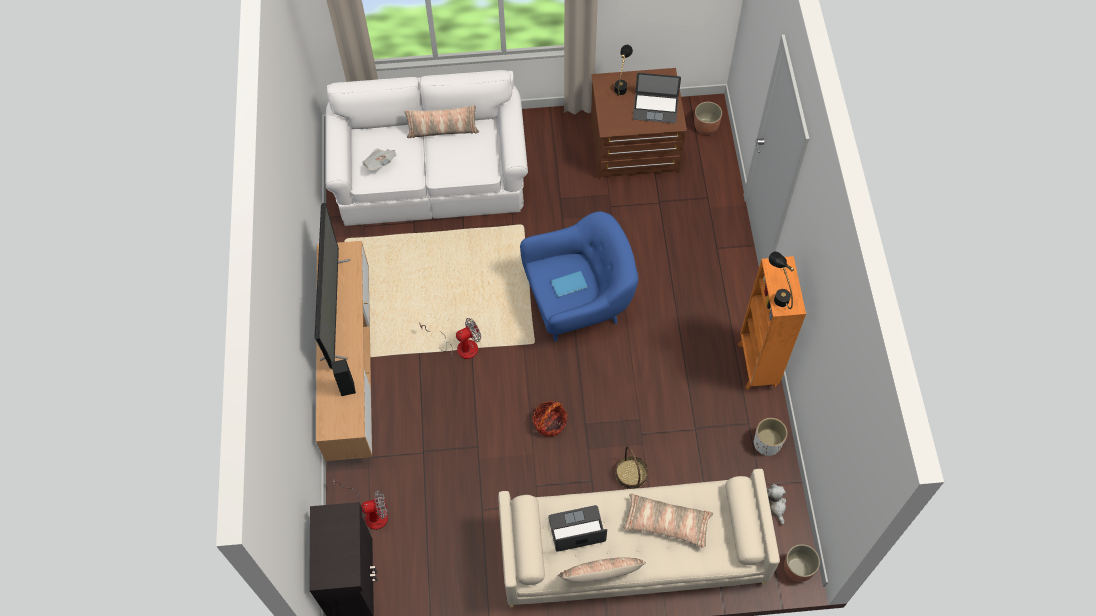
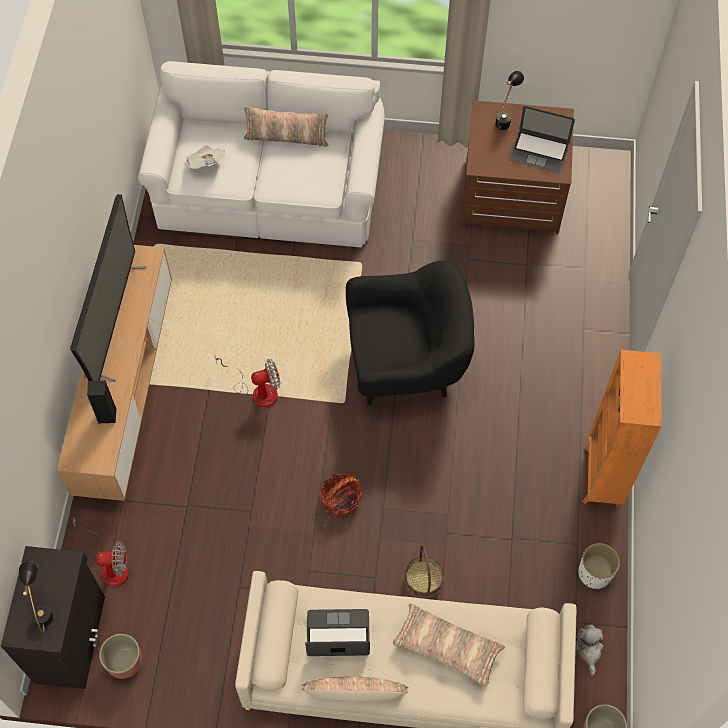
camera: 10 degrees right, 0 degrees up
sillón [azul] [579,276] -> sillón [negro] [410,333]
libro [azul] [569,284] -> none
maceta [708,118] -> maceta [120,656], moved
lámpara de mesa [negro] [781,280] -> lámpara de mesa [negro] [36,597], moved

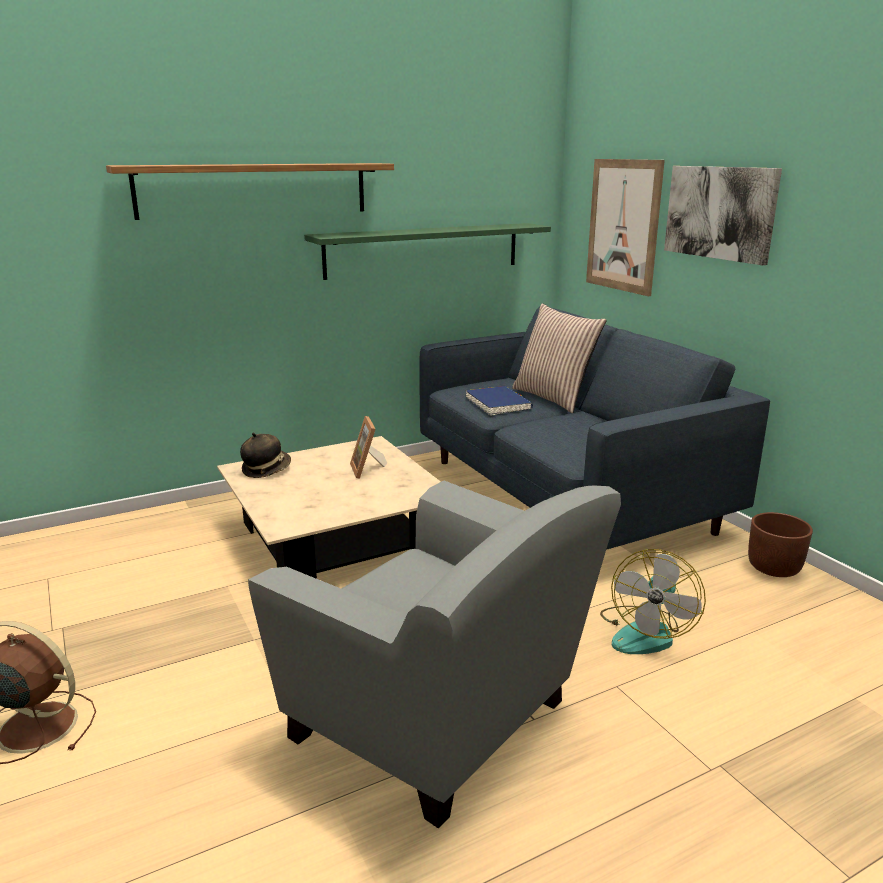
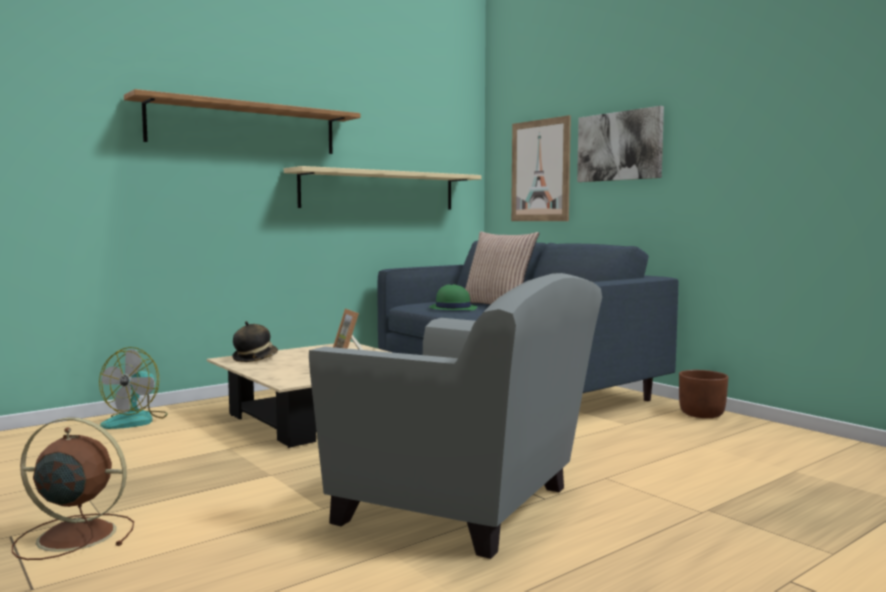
camera: 10 degrees left, 15 degrees down
estante [verde] [427,251] -> estante [beis] [382,188]
libro [azul] [499,401] -> sombrero [verde] [453,297]
ventilador [653,601] -> ventilador [133,388], moved

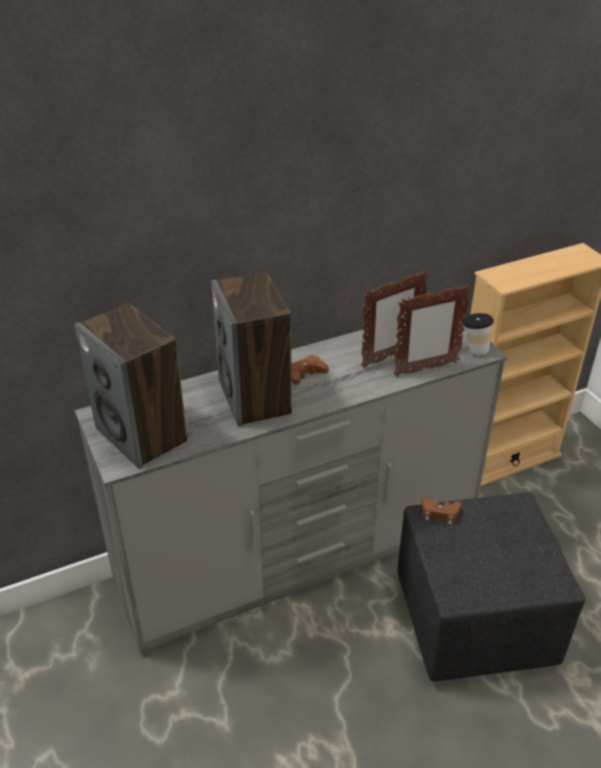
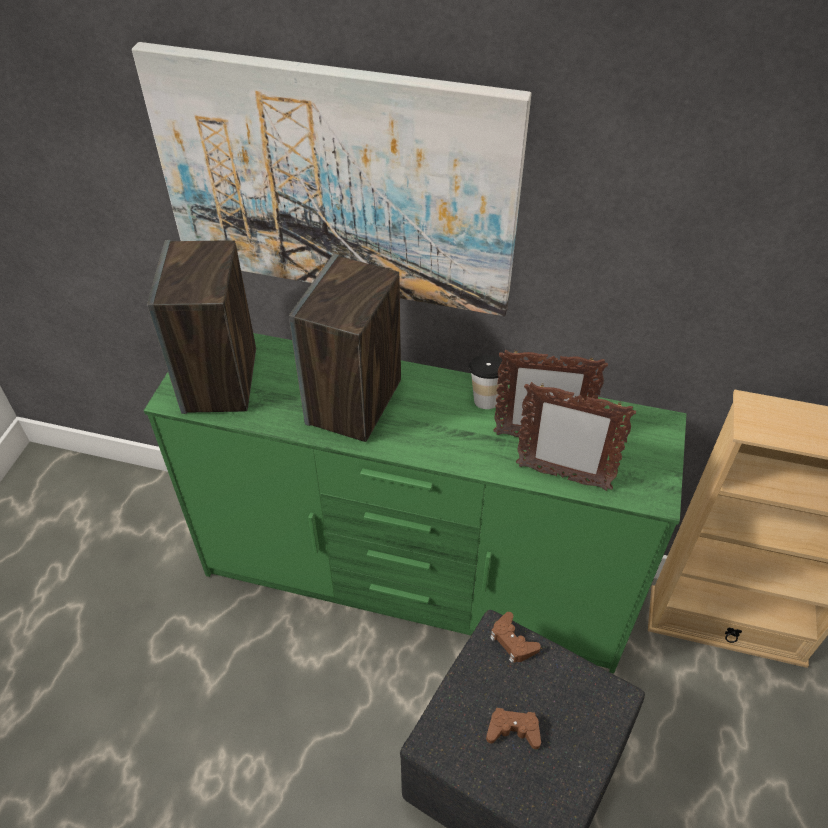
camera: 40 degrees right, 10 degrees up
cómoda [gris] [291,489] -> cómoda [verde] [415,503]
mando de consola [marrón] [310,370] -> mando de consola [marrón] [513,728], moved
taza [479,334] -> taza [488,382], moved
none -> cuadro [332,179]

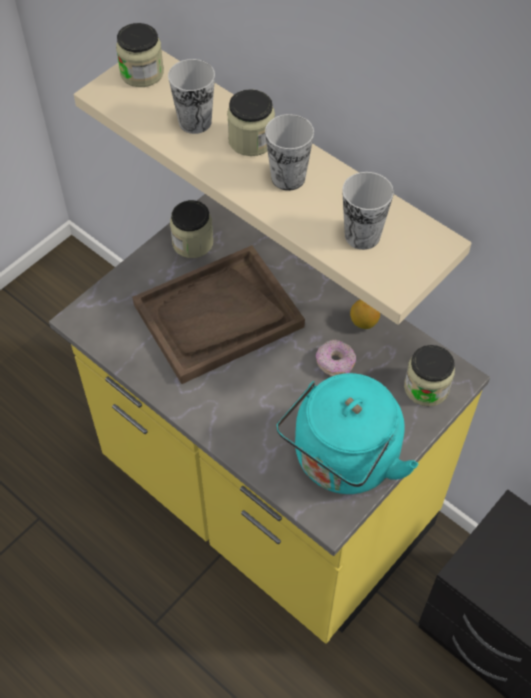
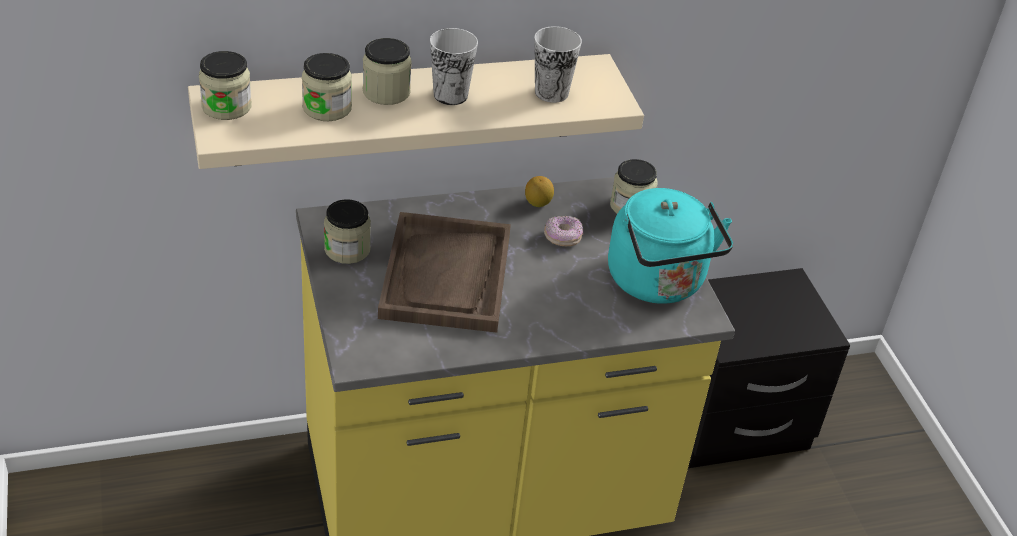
camera: 60 degrees left, 15 degrees down
taza [191,96] -> tarro [327,87]

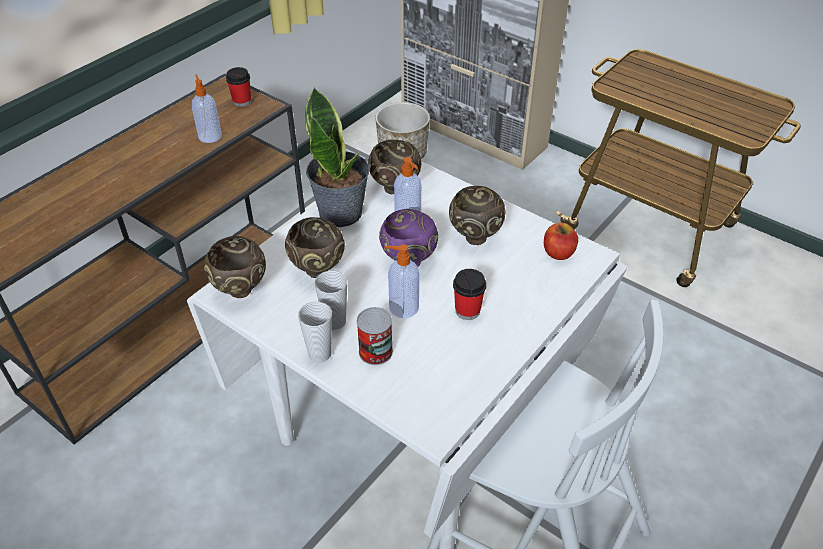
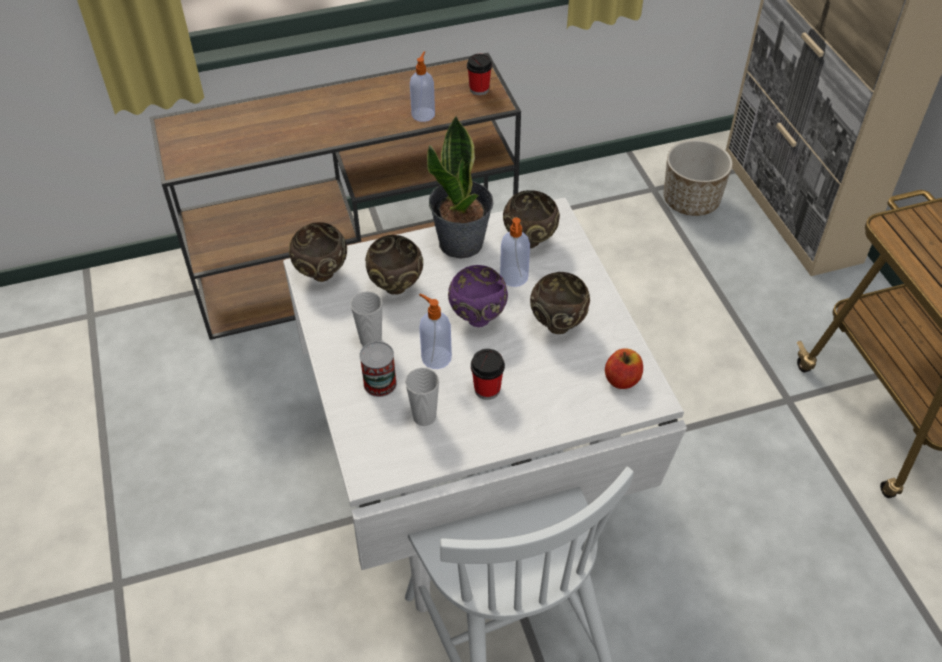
camera: 35 degrees right, 5 degrees up
taza [315,332] -> taza [422,397], moved

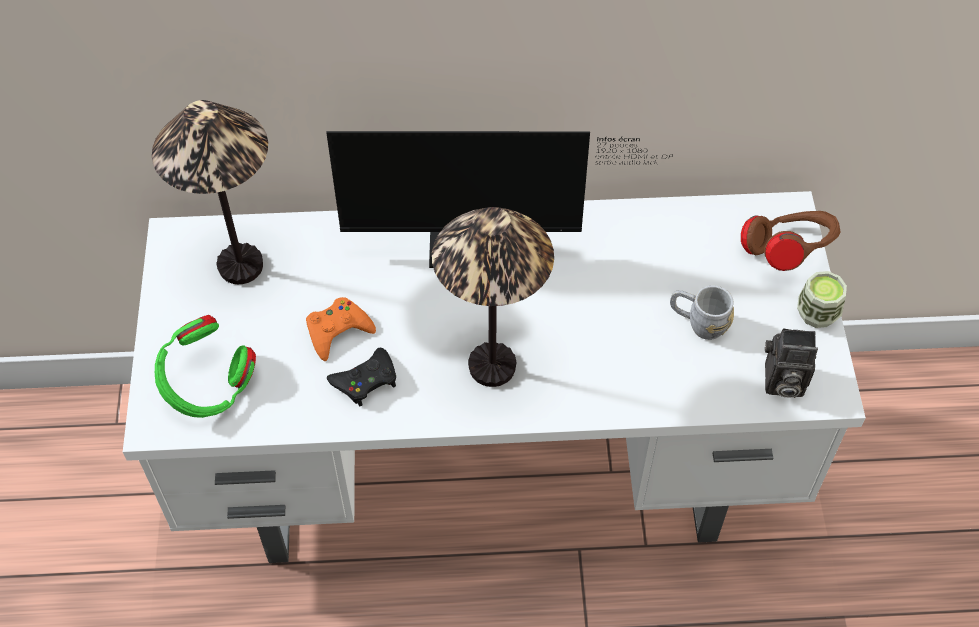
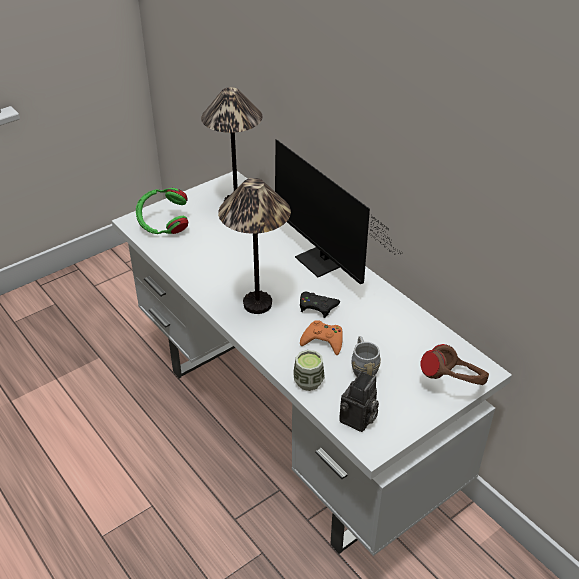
camera: 55 degrees right, 15 degrees down
mando de consola [naranja] [341,329] -> mando de consola [naranja] [321,337], moved
mando de consola [negro] [361,377] -> mando de consola [negro] [320,305], moved
cámara [791,363] -> cámara [359,401], 120 degrees counterclockwise
taza [822,299] -> taza [309,370], moved

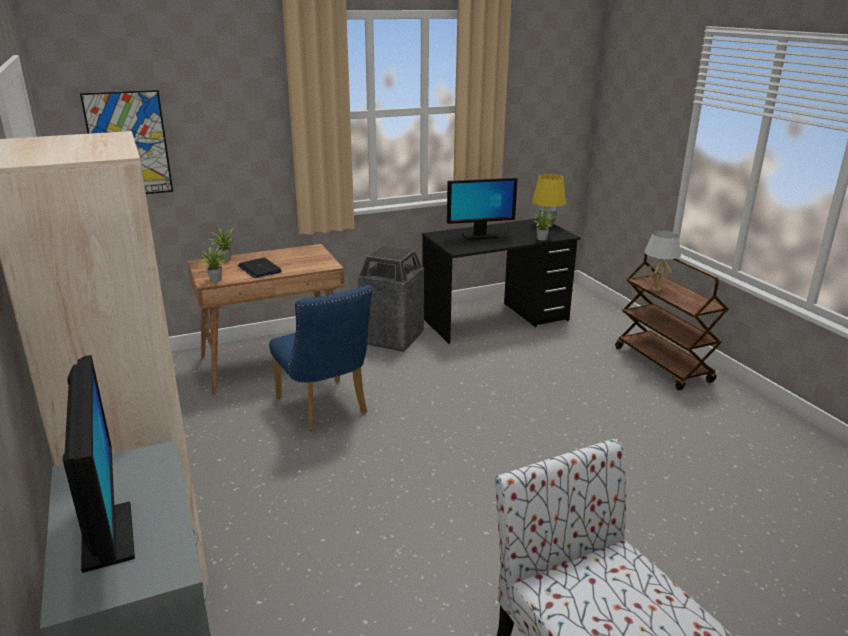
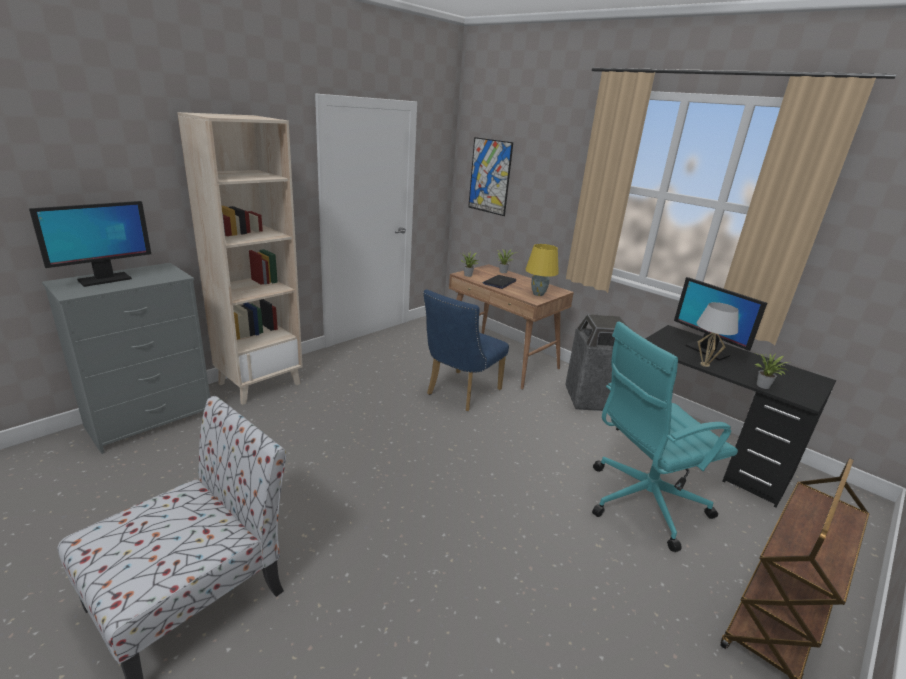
camera: 65 degrees right, 0 degrees up
lámpara de mesa [amarillo] [549,201] -> lámpara de mesa [amarillo] [542,270], moved
lámpara de mesa [blanco] [662,261] -> lámpara de mesa [blanco] [718,334], moved
none -> silla de oficina [turquesa] [665,436]

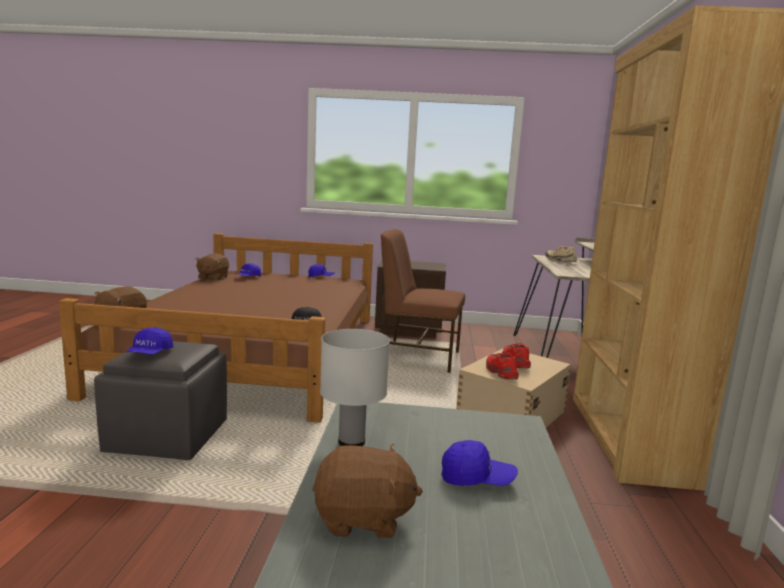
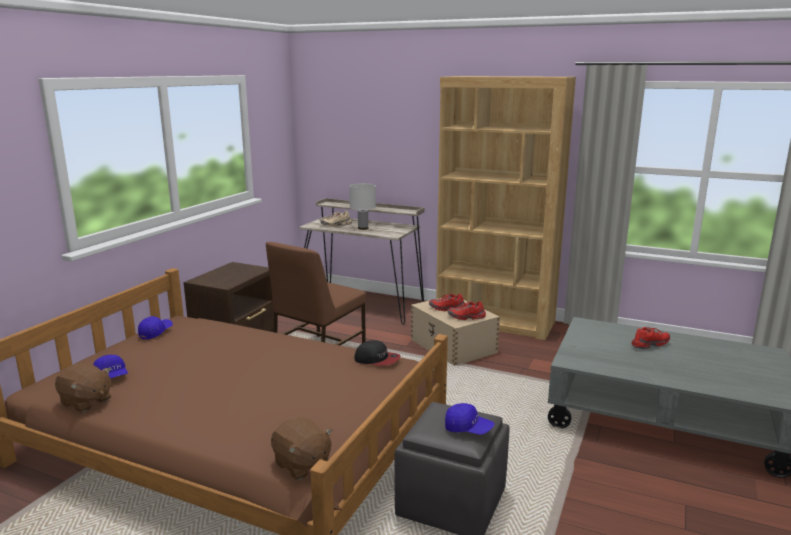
camera: 70 degrees left, 5 degrees up
peluche [marrón] [367,491] -> none
lámpara de mesa [blanco] [355,387] -> lámpara de mesa [blanco] [362,206], moved
gorra [azul] [479,463] -> zapato [rojo] [651,338]

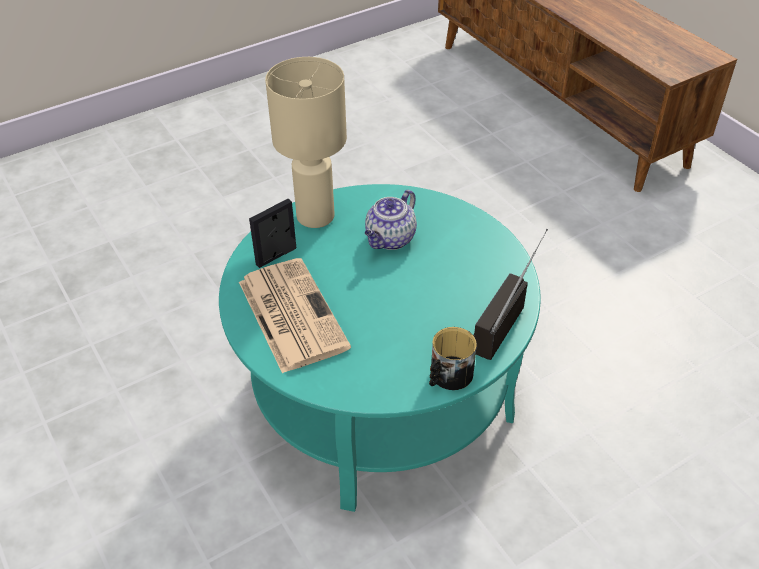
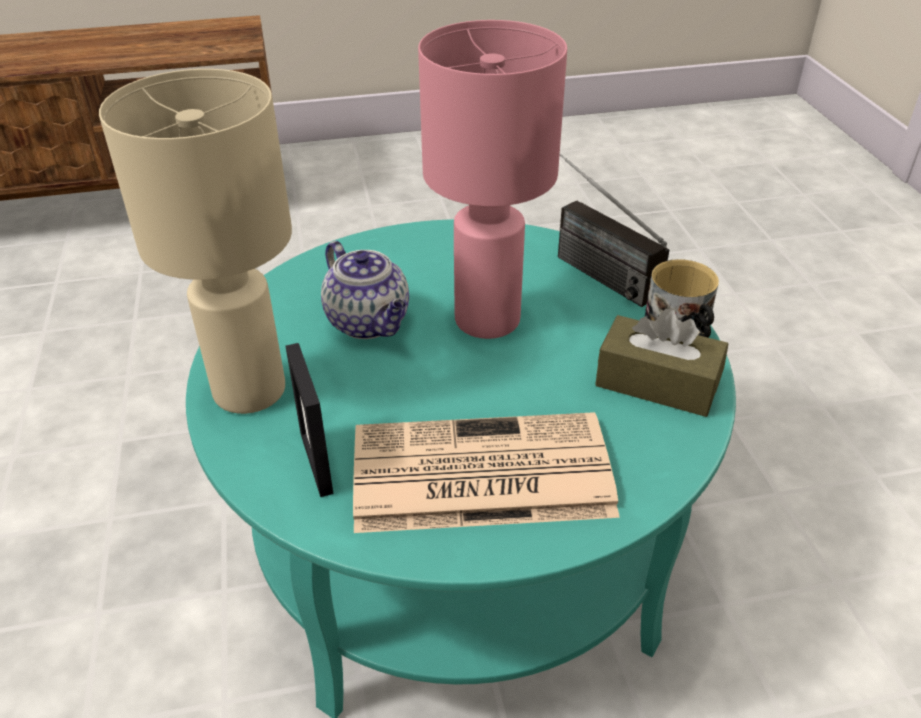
camera: 70 degrees left, 5 degrees down
none -> lámpara de mesa [rosa] [492,179]
none -> caja de pañuelos [marrón] [661,362]

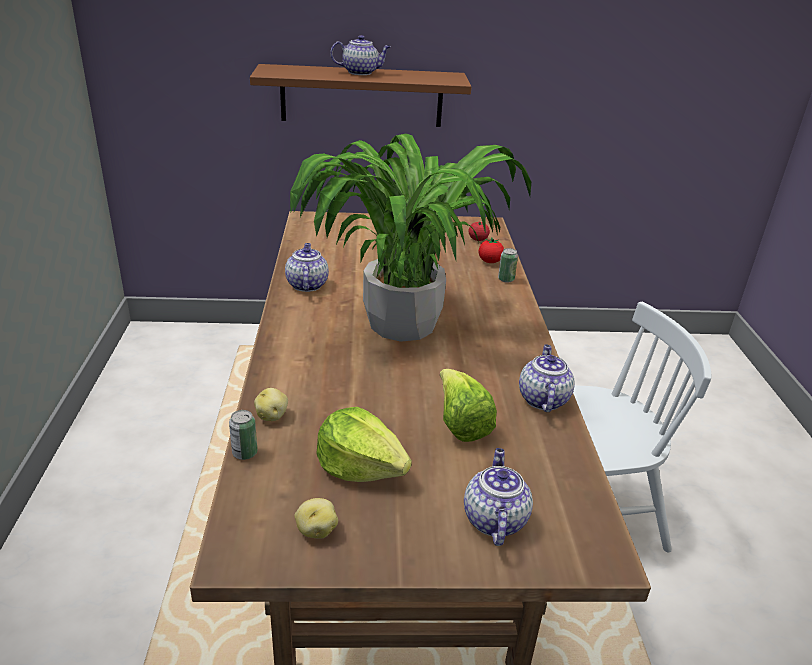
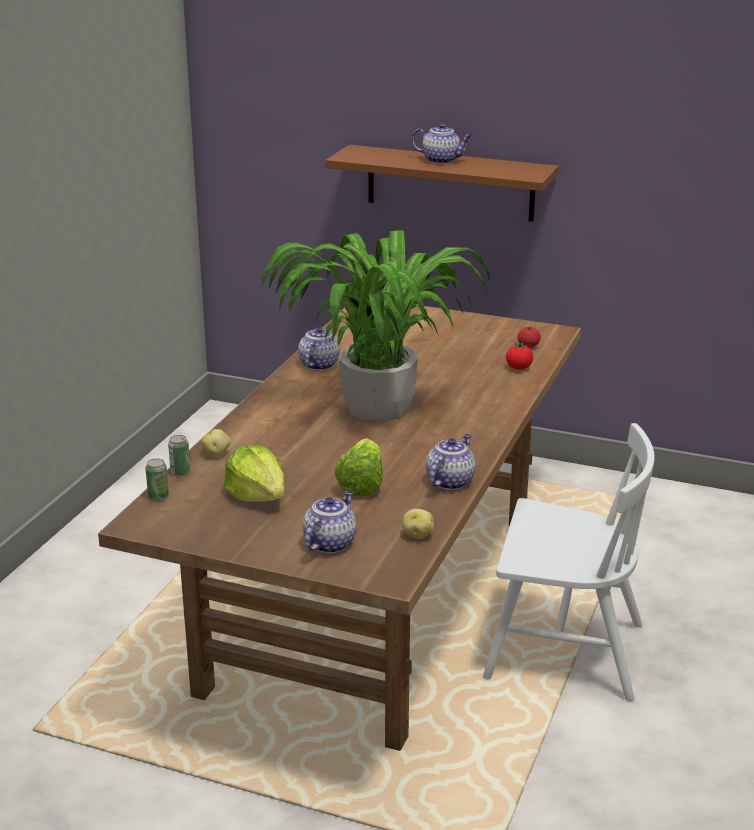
camera: 25 degrees right, 5 degrees down
patata [316,518] -> patata [418,524], moved
lata [508,265] -> lata [157,479], moved

